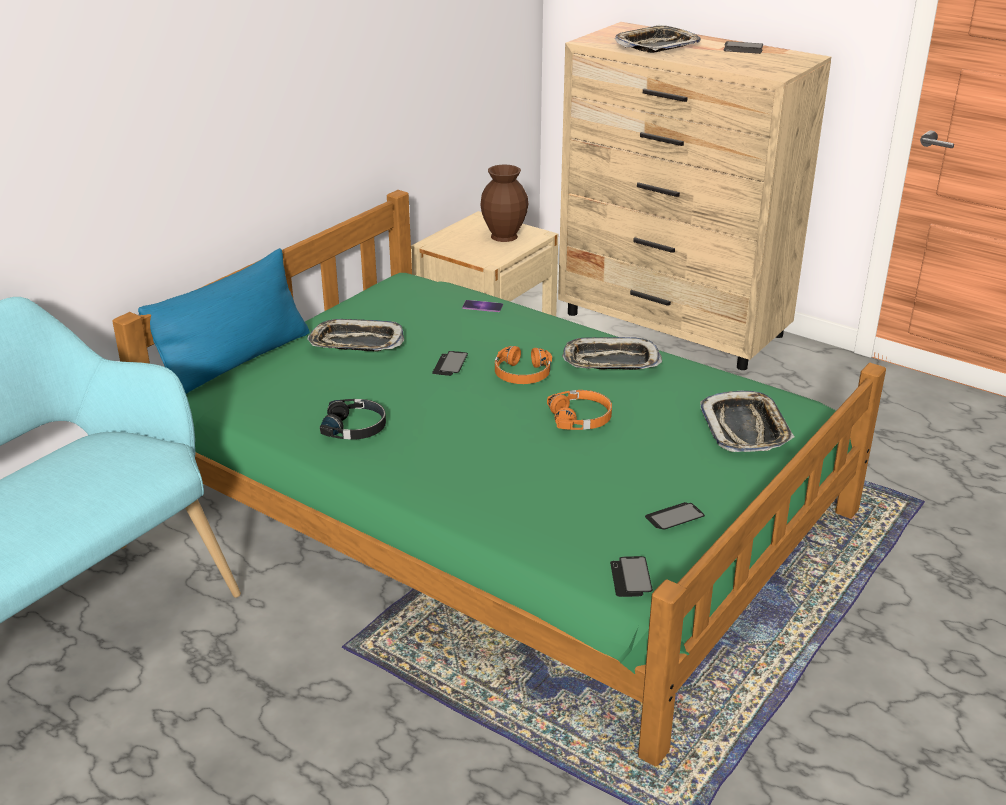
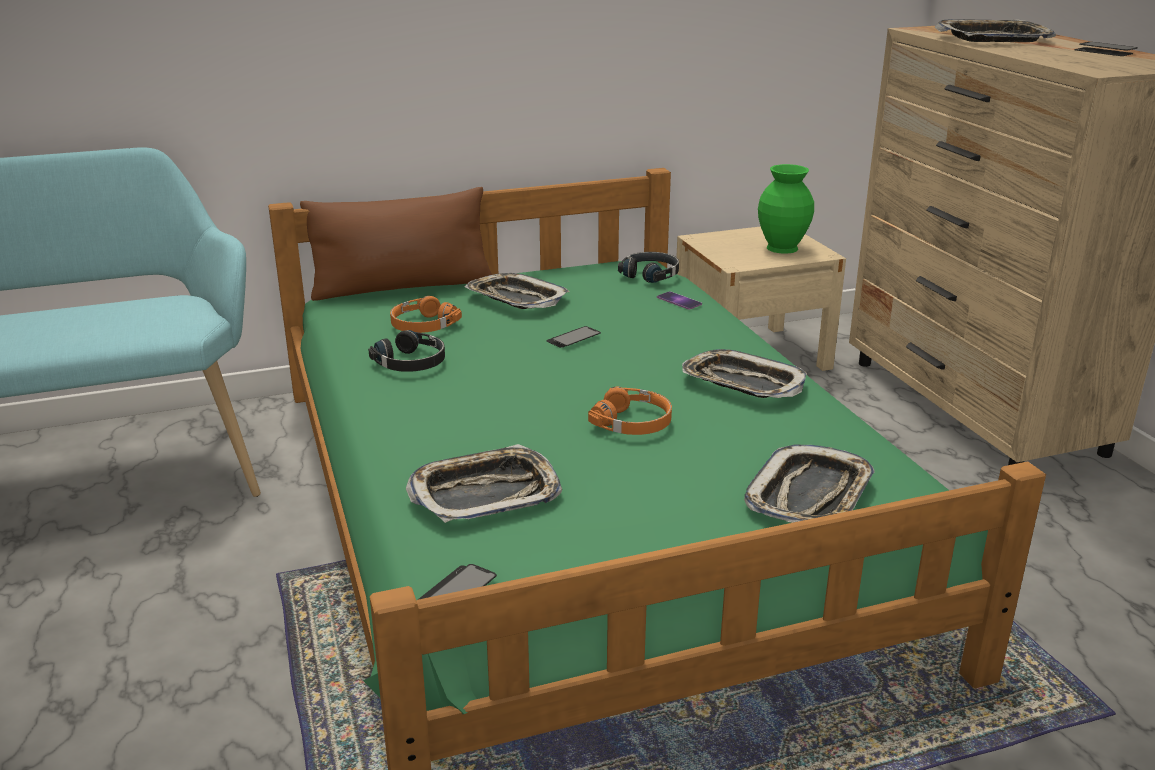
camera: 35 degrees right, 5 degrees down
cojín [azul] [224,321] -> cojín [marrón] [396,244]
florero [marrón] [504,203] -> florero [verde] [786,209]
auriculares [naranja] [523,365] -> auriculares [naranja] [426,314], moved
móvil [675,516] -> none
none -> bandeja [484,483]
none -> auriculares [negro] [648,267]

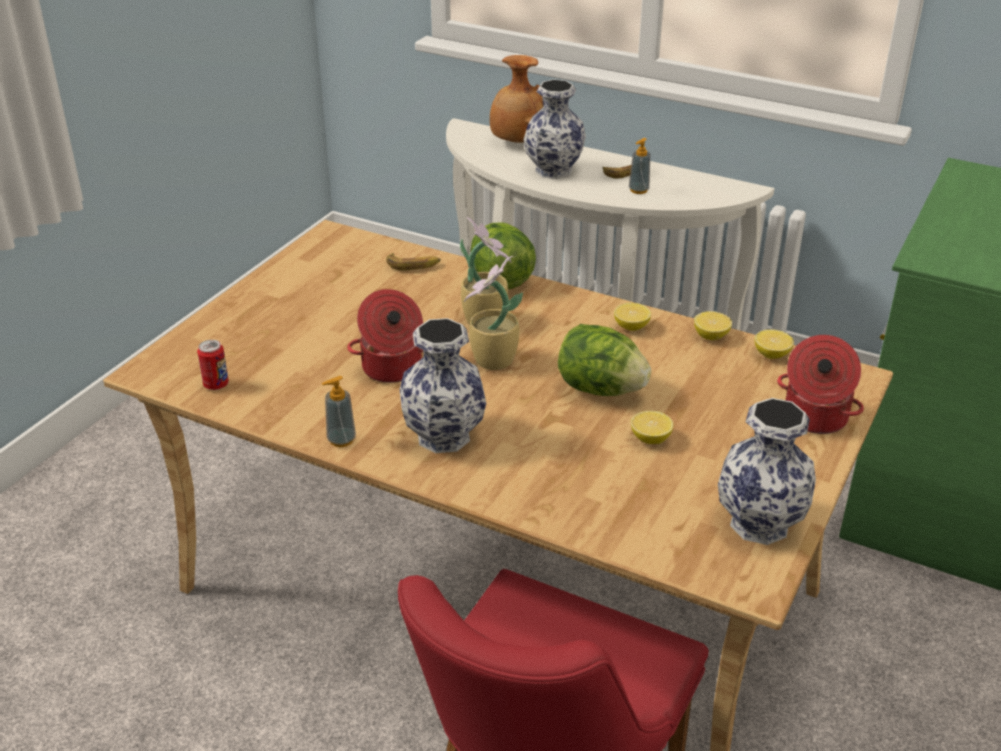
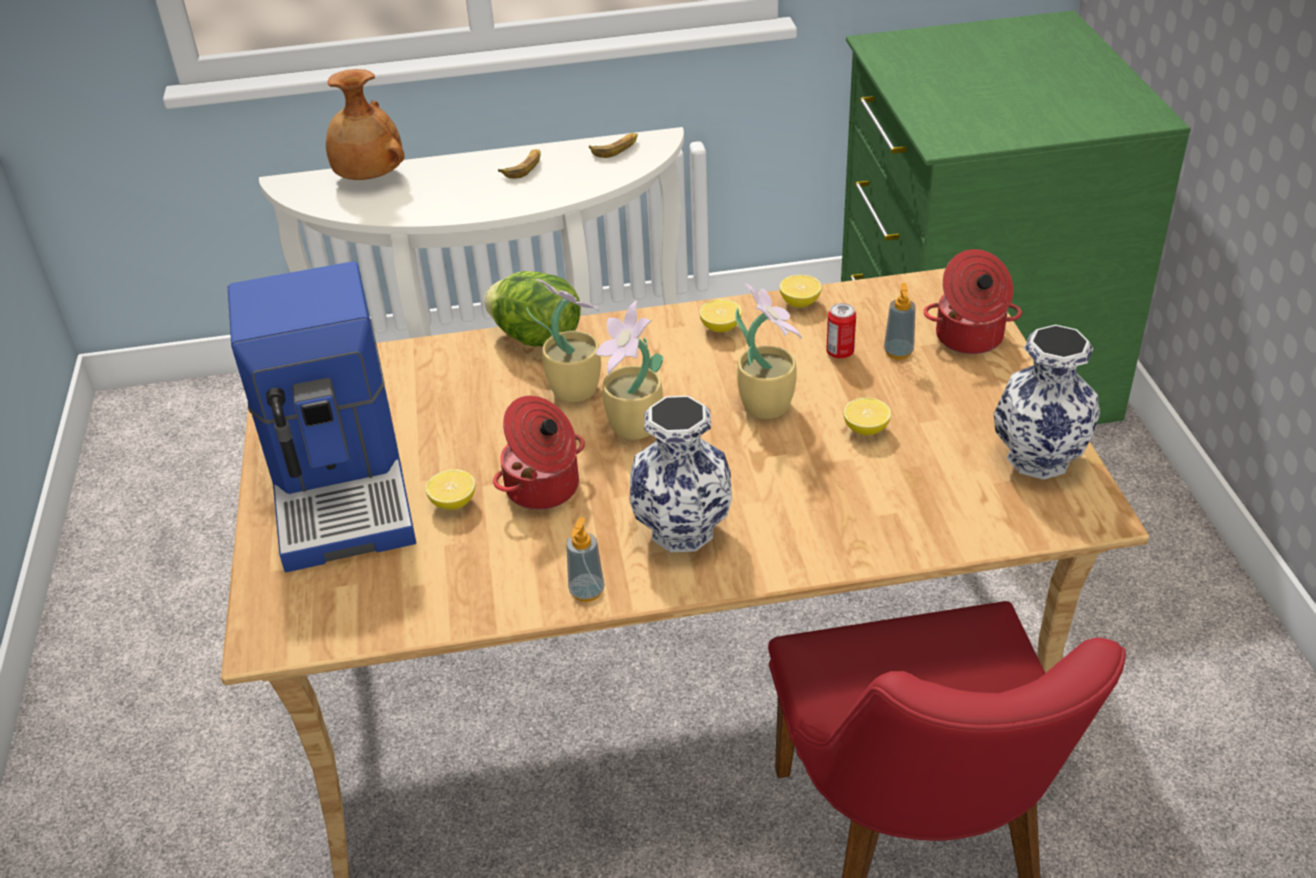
camera: 35 degrees left, 5 degrees up
lata [213,365] -> lata [841,331], moved
plátano [413,261] -> plátano [613,145], moved
florero [555,129] -> none
lechuga [604,360] -> planta en maceta [768,351]
dispensador de jabón [639,166] -> dispensador de jabón [900,321], moved
limón [774,344] -> limón [450,489], moved
none -> cafetera [322,416]

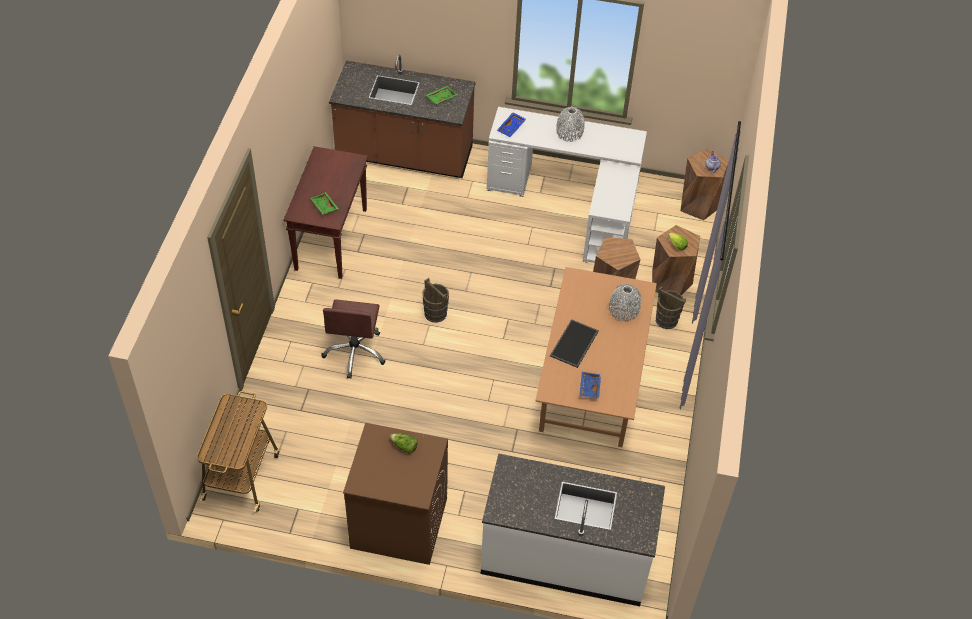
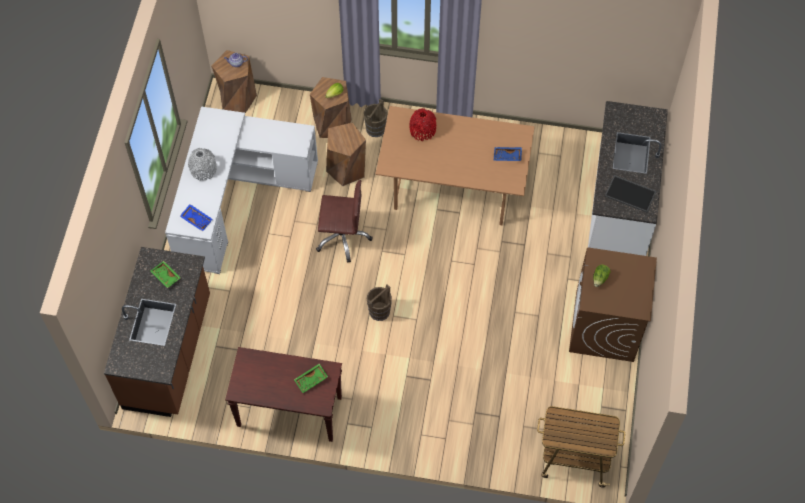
camera: 90 degrees left, 10 degrees up
silla de oficina [marrón] [353,339] -> silla de oficina [marrón] [344,221], moved
bandeja [574,343] -> bandeja [630,193], moved
florero [gris] [625,303] -> florero [rojo] [423,124]

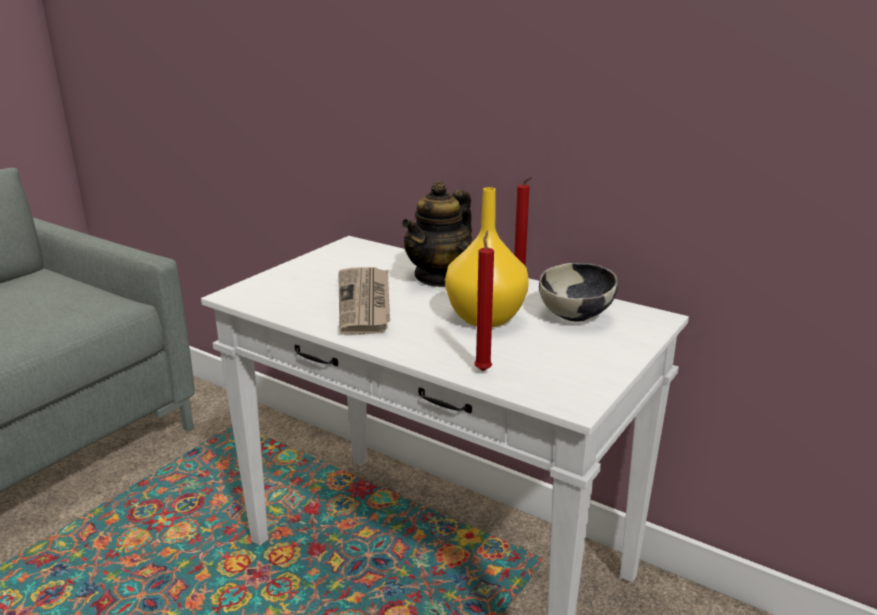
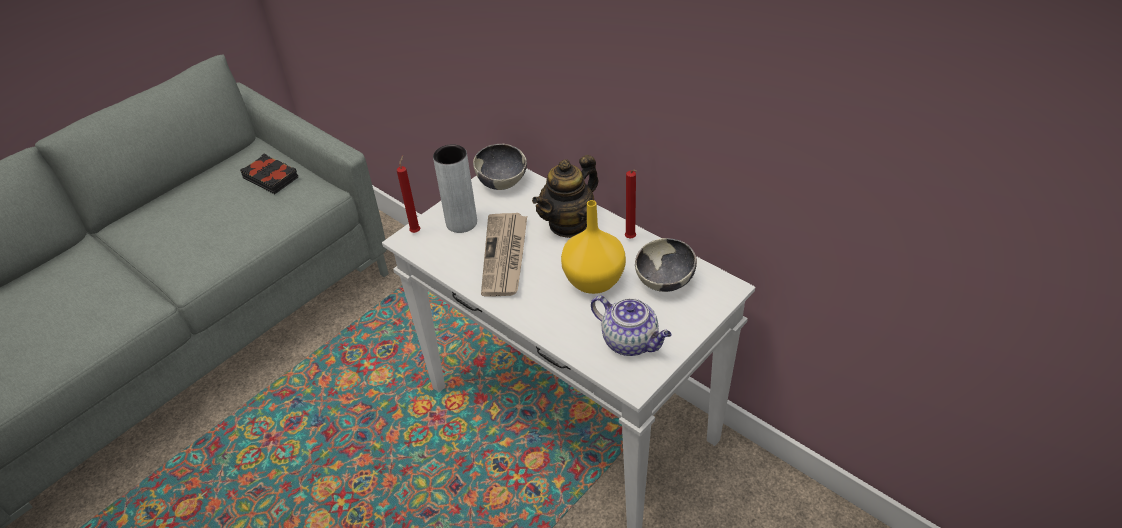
camera: 10 degrees right, 20 degrees up
vela [rojo] [484,301] -> vela [rojo] [408,194], moved
none -> libro [negro] [269,173]
none -> florero [gris] [455,188]
none -> cuenco [500,167]
none -> tetera [631,326]

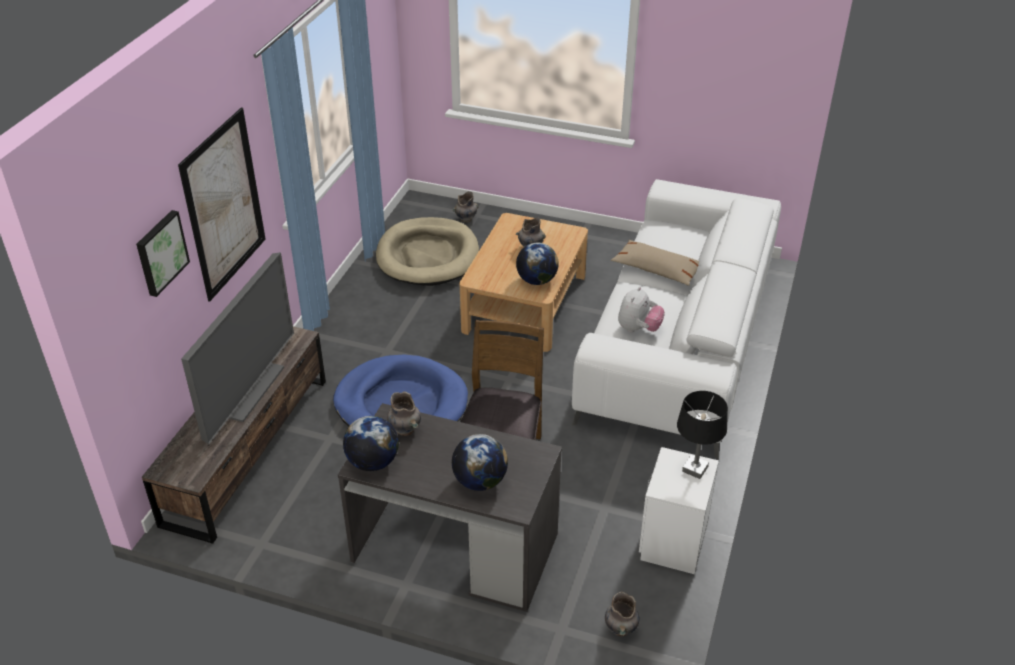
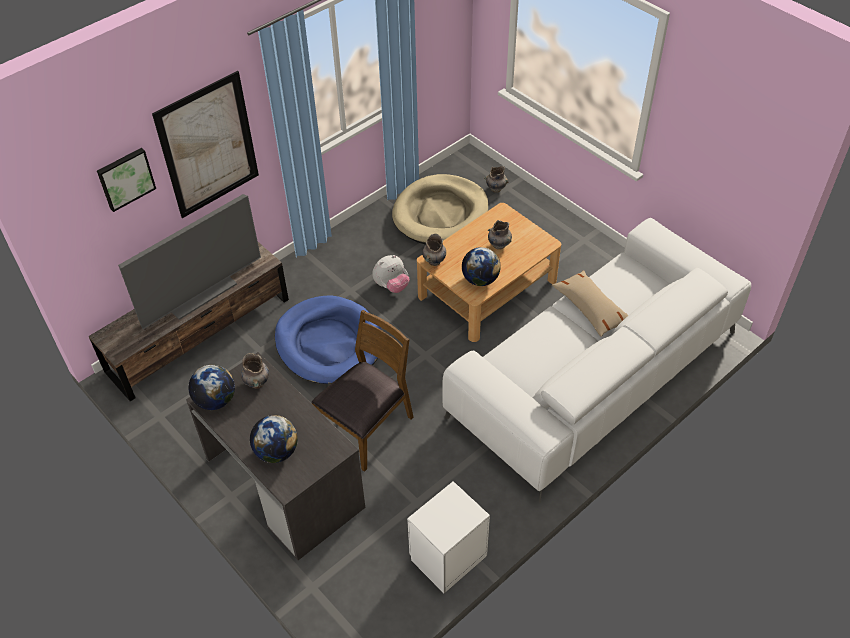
camera: 30 degrees right, 10 degrees up
florero [gris] [622,614] -> florero [gris] [434,250], moved
peluche [641,309] -> peluche [390,274], moved
lámpara de mesa [negro] [702,435] -> none

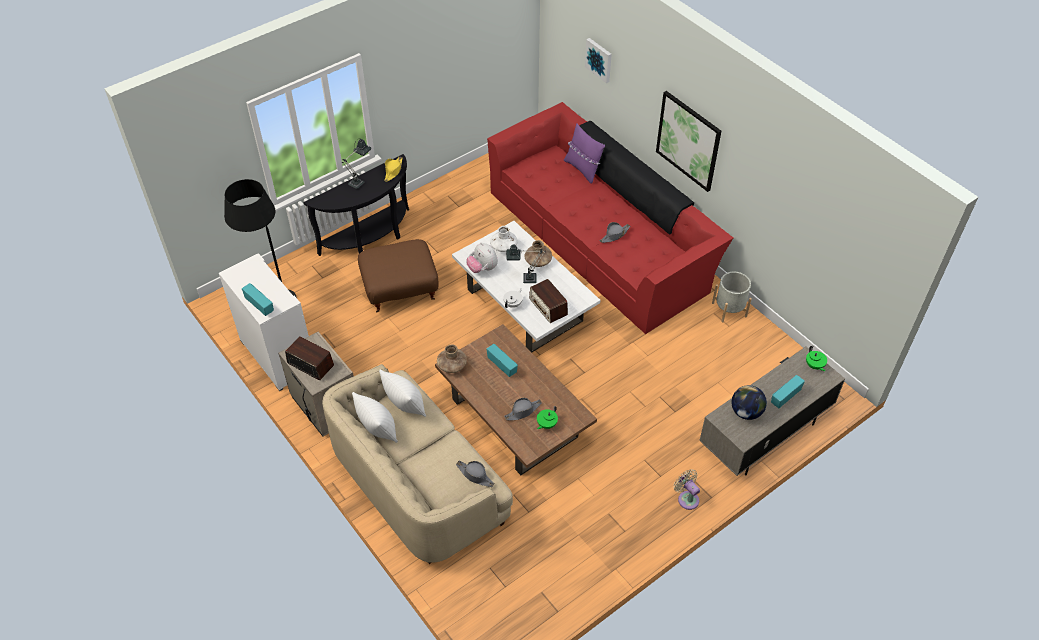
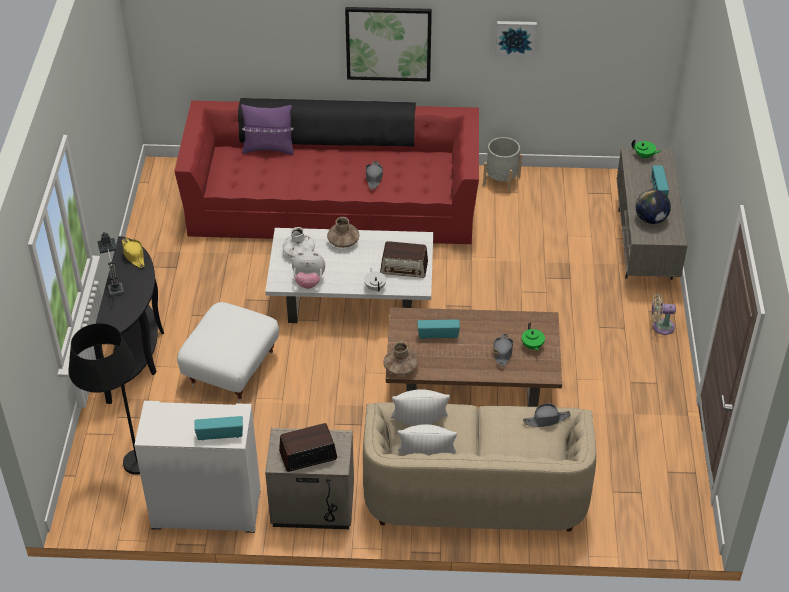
camera: 50 degrees left, 5 degrees down
puf [marrón] [398,275] -> puf [blanco] [228,352]
lámpara de mesa [526,264] -> none
cuadro [598,60] -> cuadro [516,39], moved

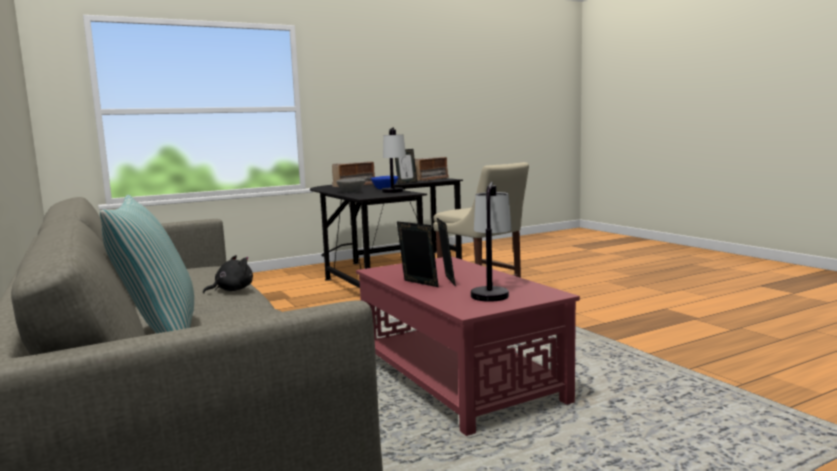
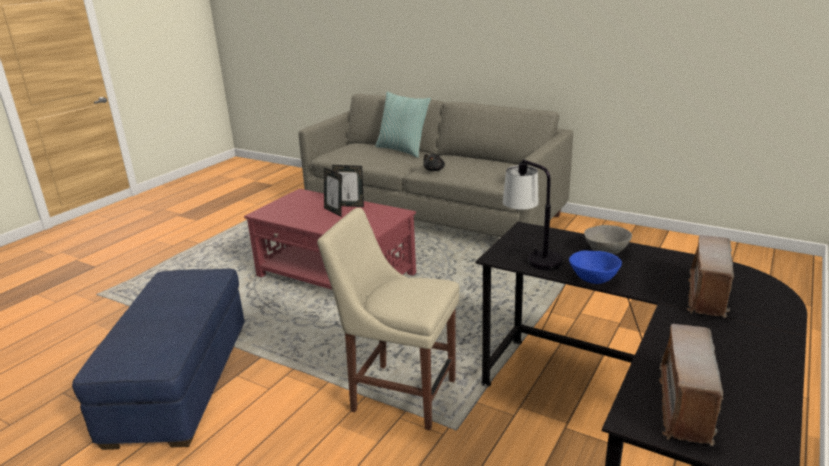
camera: 150 degrees right, 15 degrees up
portarretratos [406,166] -> none
lámpara de mesa [491,242] -> none
none -> puf [azul] [158,359]

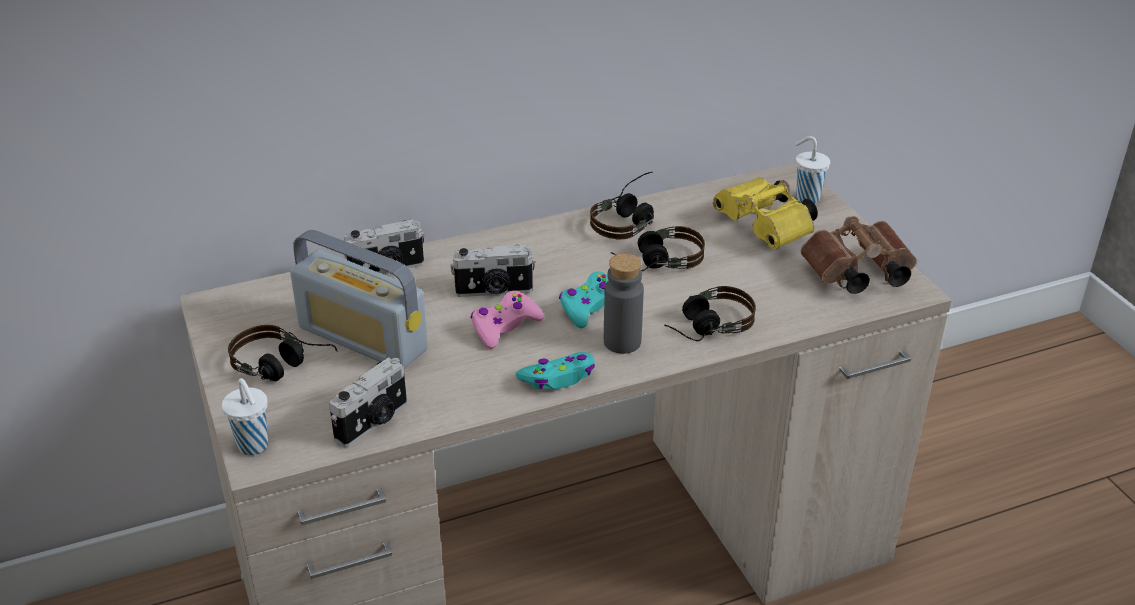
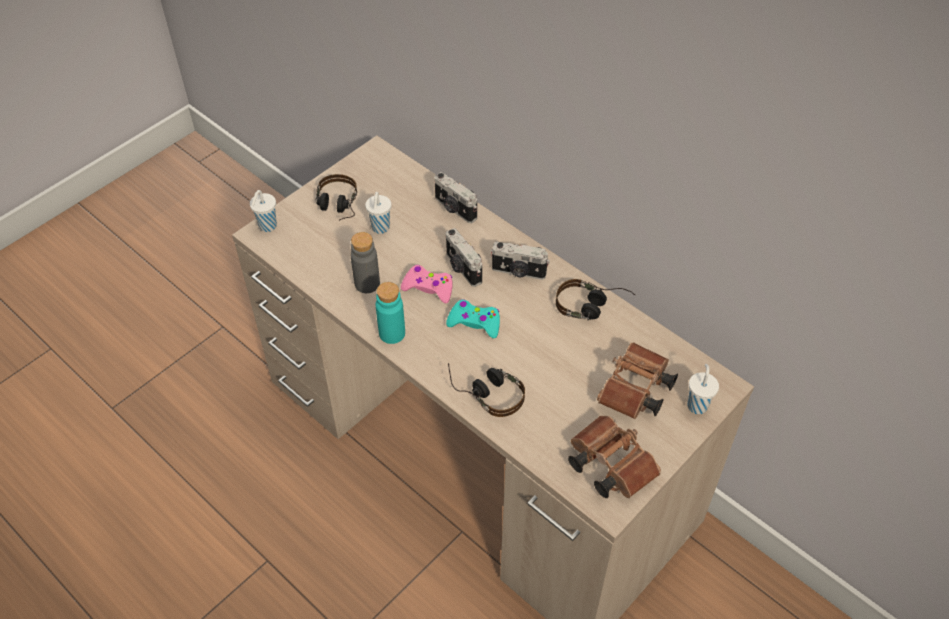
camera: 65 degrees right, 15 degrees up
radio [359,299] -> taza [blanco] [378,213]
cámara [368,402] -> cámara [520,261], moved
mando de consola [turquesa] [555,371] -> botella [turquesa] [390,313]
botella [gris] [624,304] -> botella [gris] [365,262], moved
auriculares [658,248] -> none
prismáticos [amarillo] [765,213] -> prismáticos [marrón] [637,381]

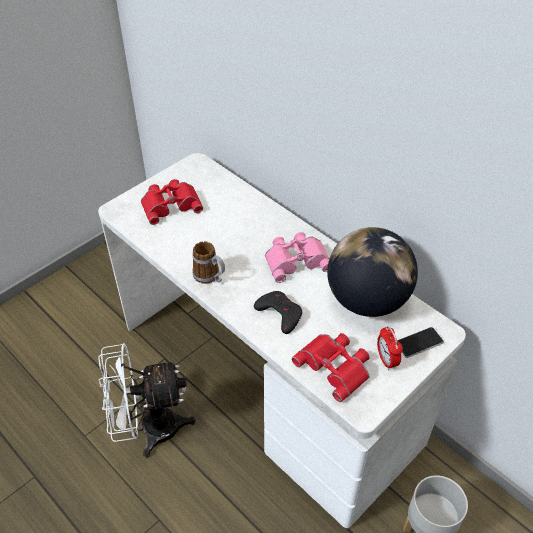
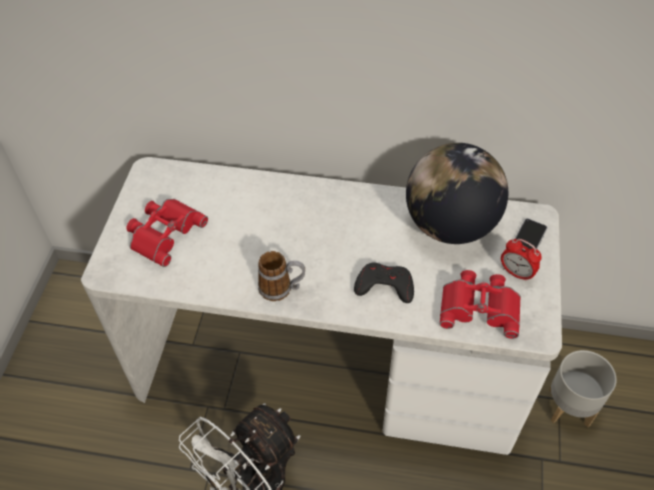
camera: 35 degrees left, 5 degrees up
prismáticos [rosa] [297,257] -> none

